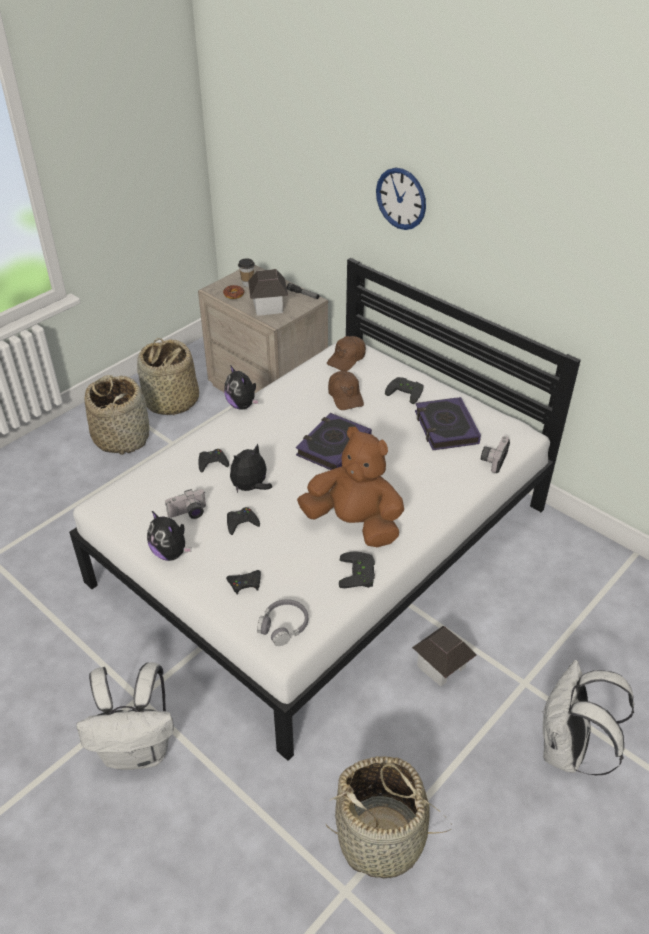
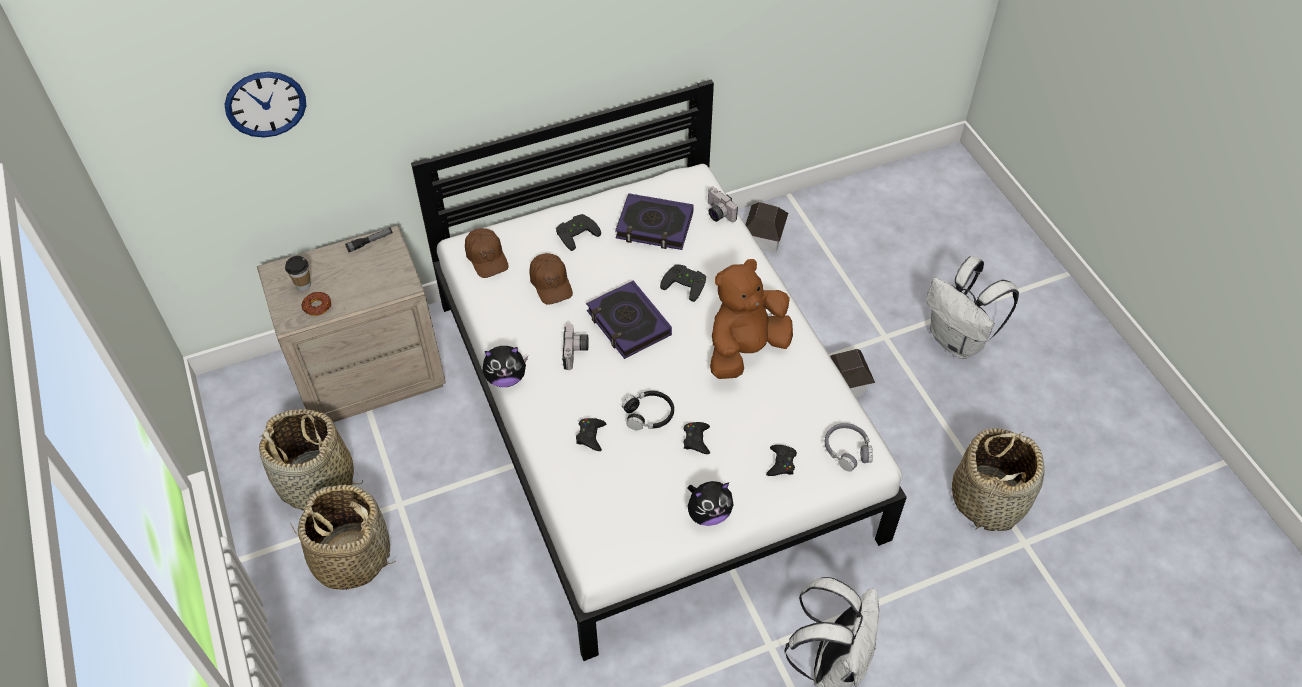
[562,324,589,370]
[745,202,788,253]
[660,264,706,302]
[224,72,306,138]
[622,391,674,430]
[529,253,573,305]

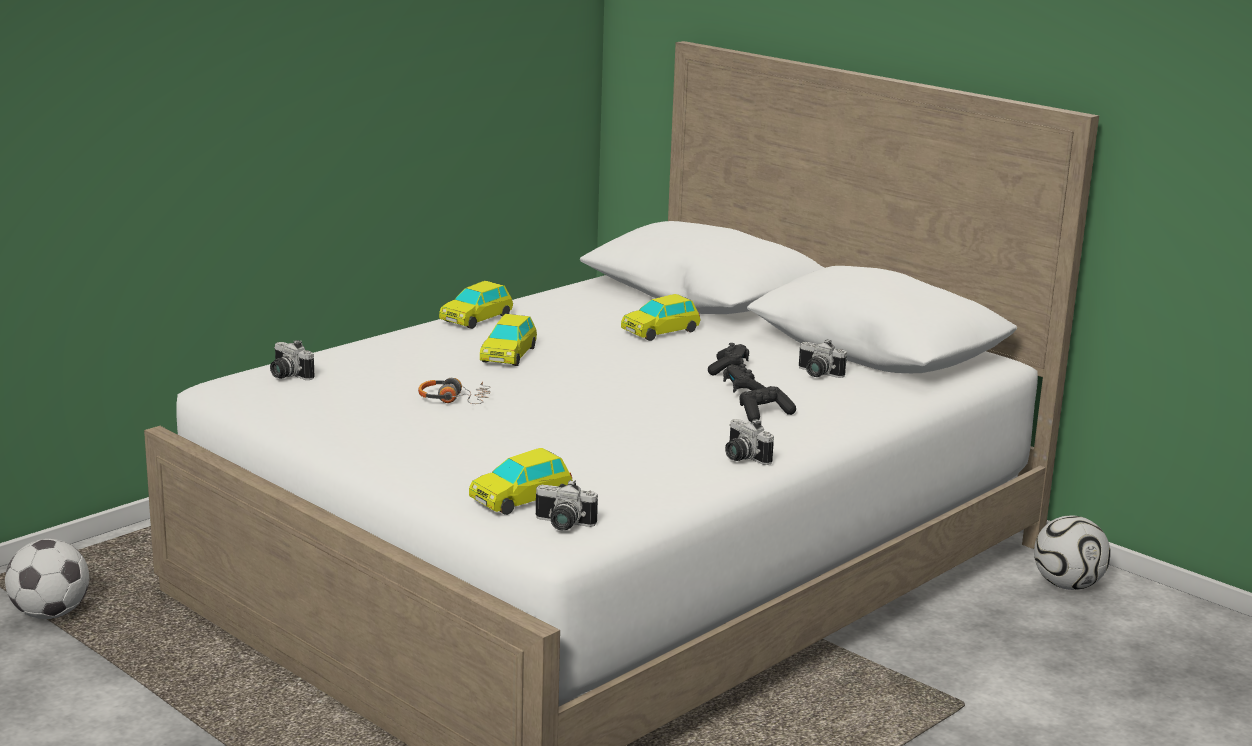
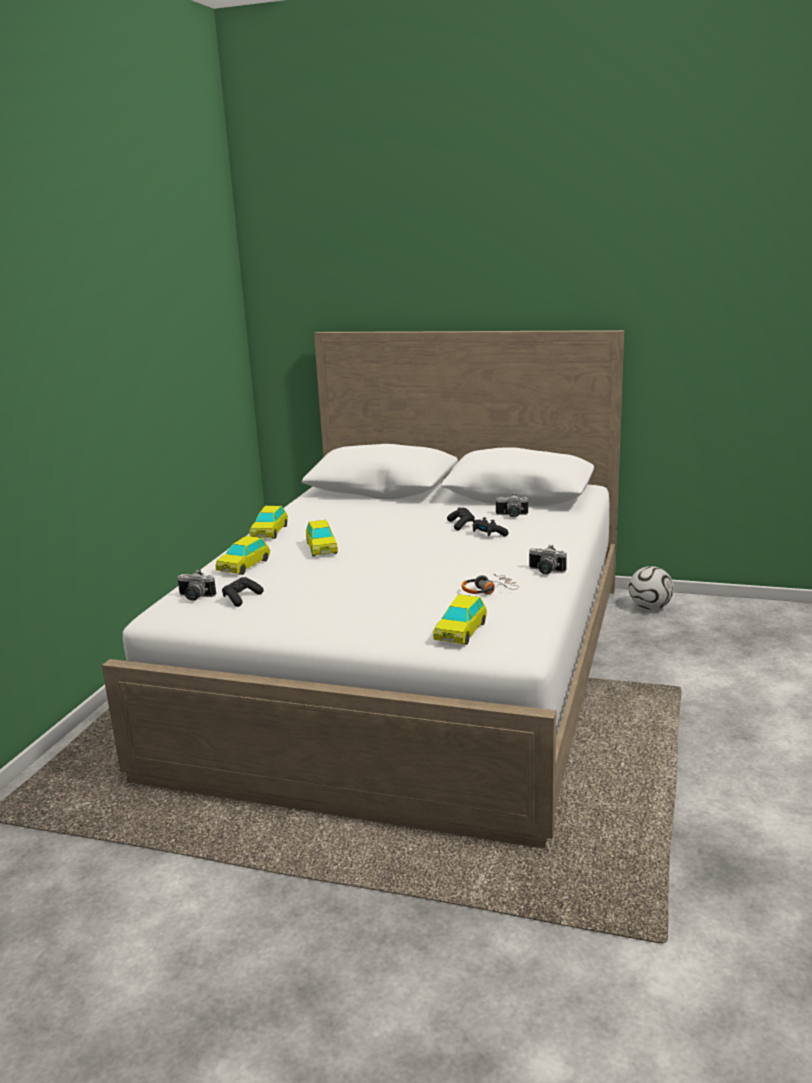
[5,539,89,619] (first image)
[536,480,598,530] (first image)
[462,574,519,594]
[216,536,270,575]
[222,577,264,607]

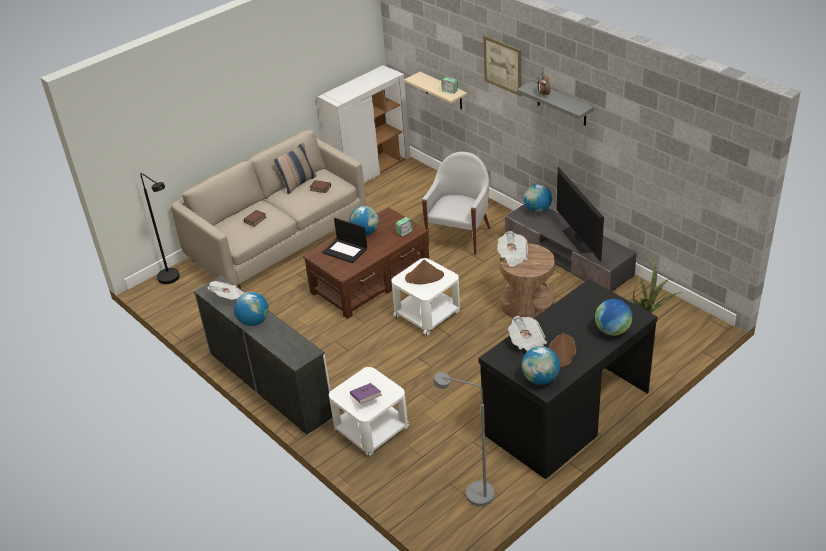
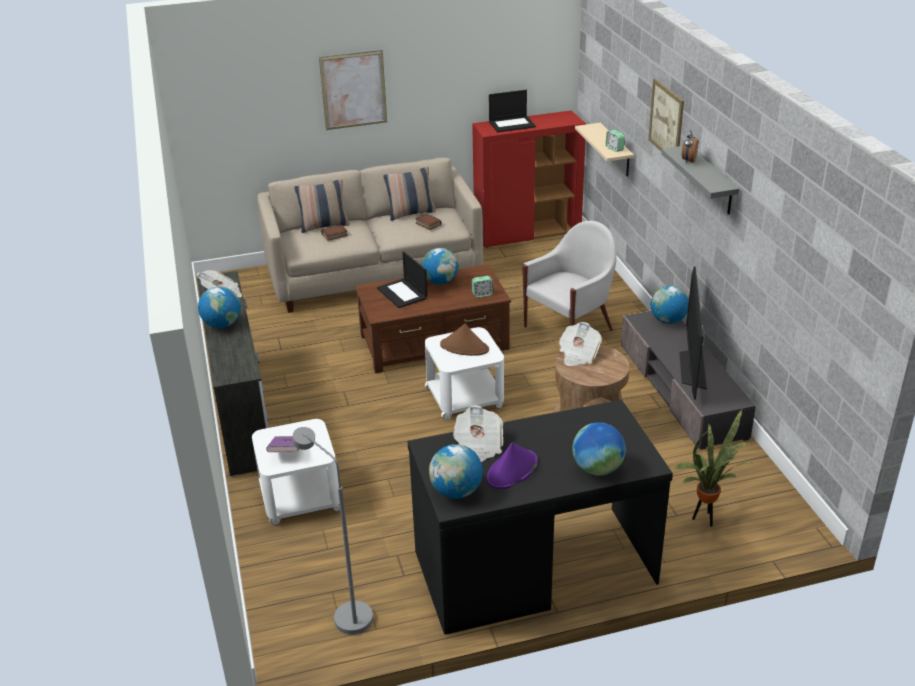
[140,173,180,284] (first image)
[294,179,350,233]
[319,50,387,130]
[489,90,536,132]
[472,111,586,248]
[487,442,538,489]

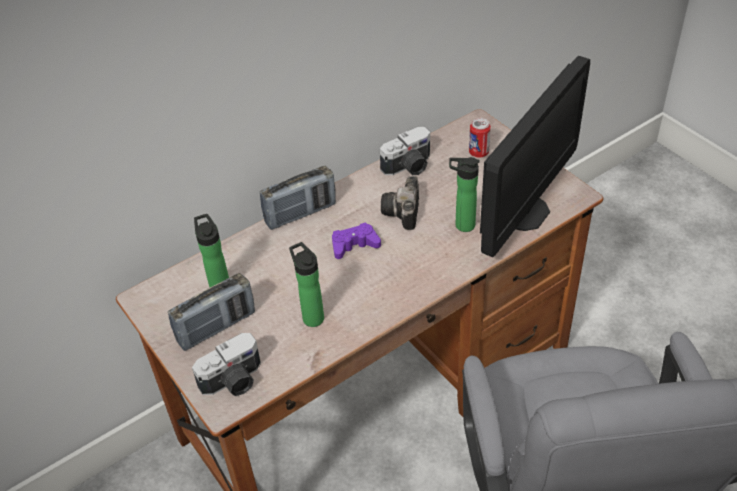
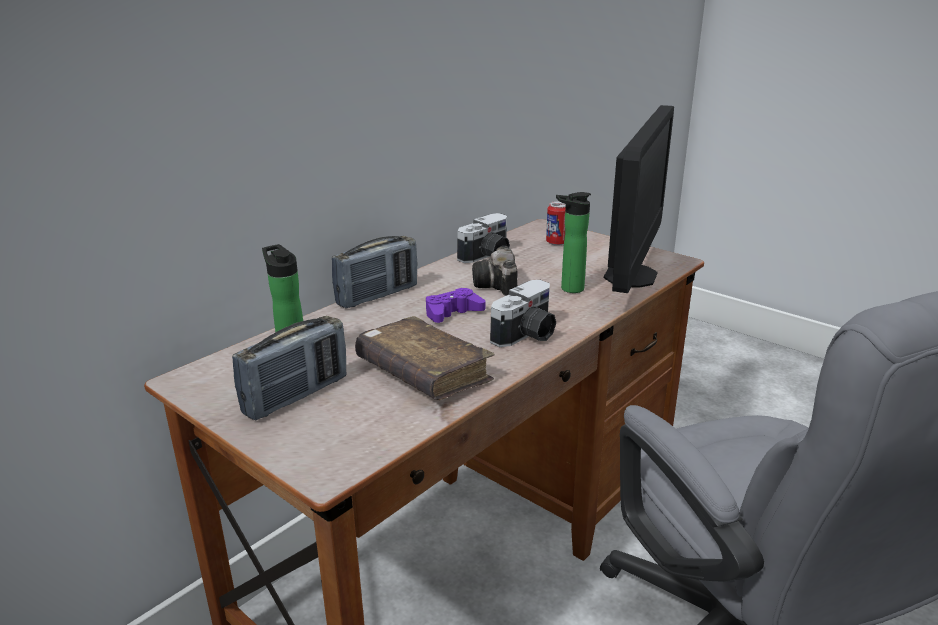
[490,280,556,347]
[355,316,495,400]

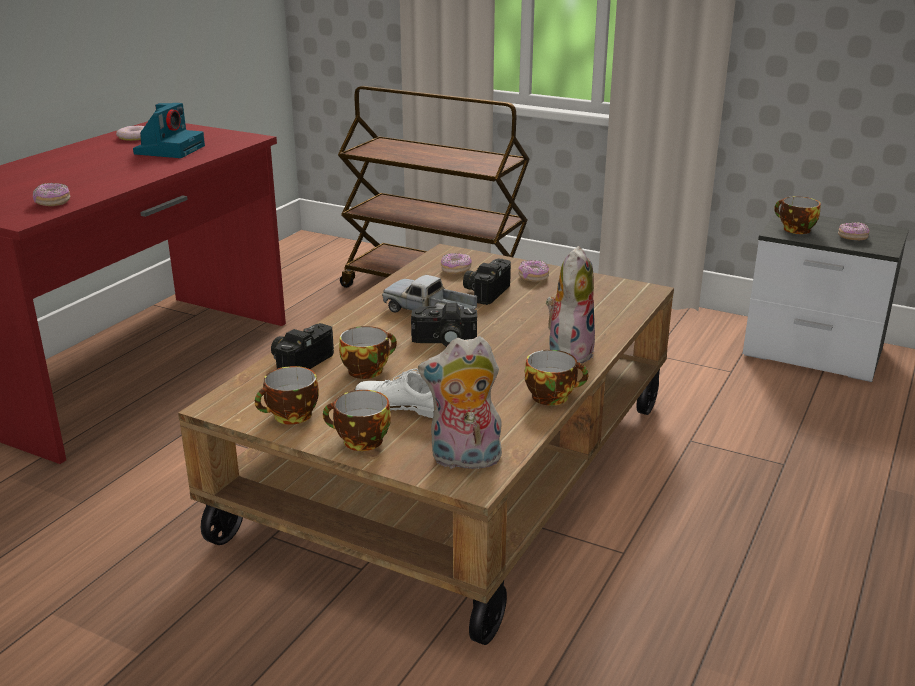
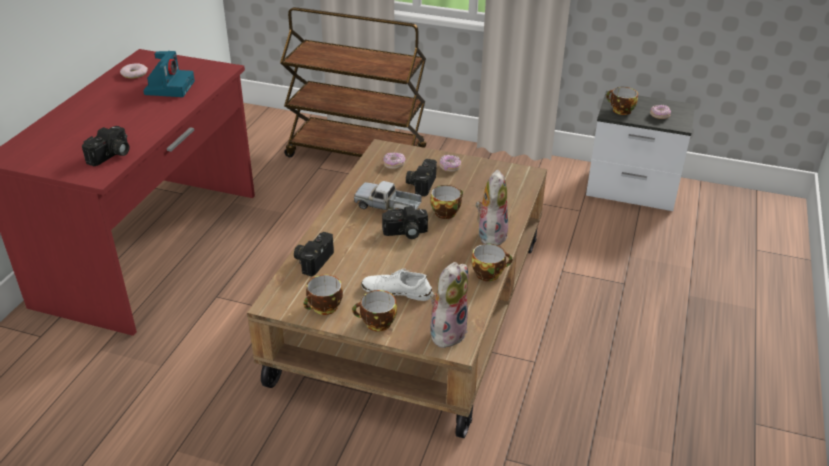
[430,185,463,219]
[82,126,130,166]
[430,262,468,348]

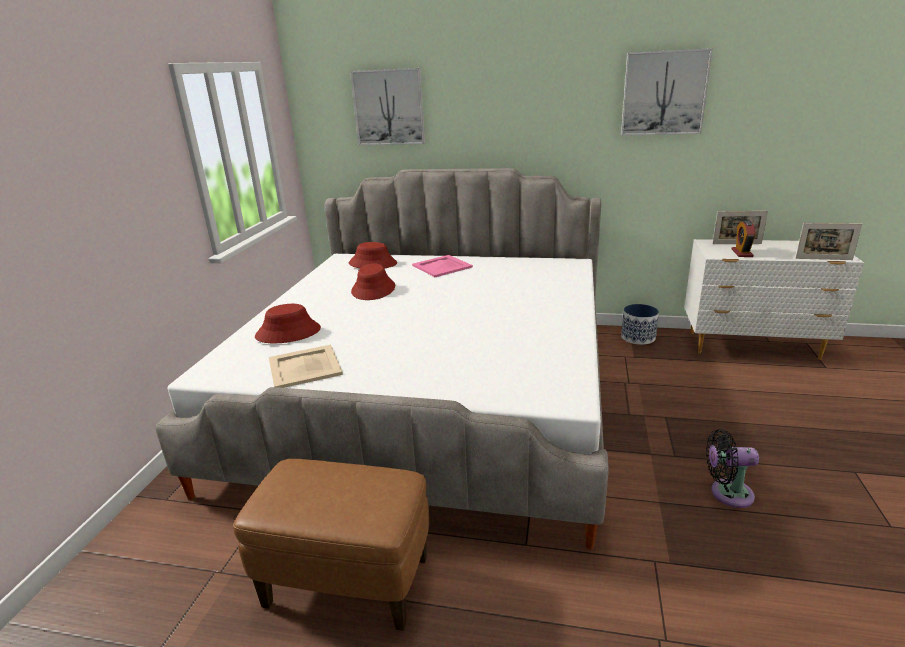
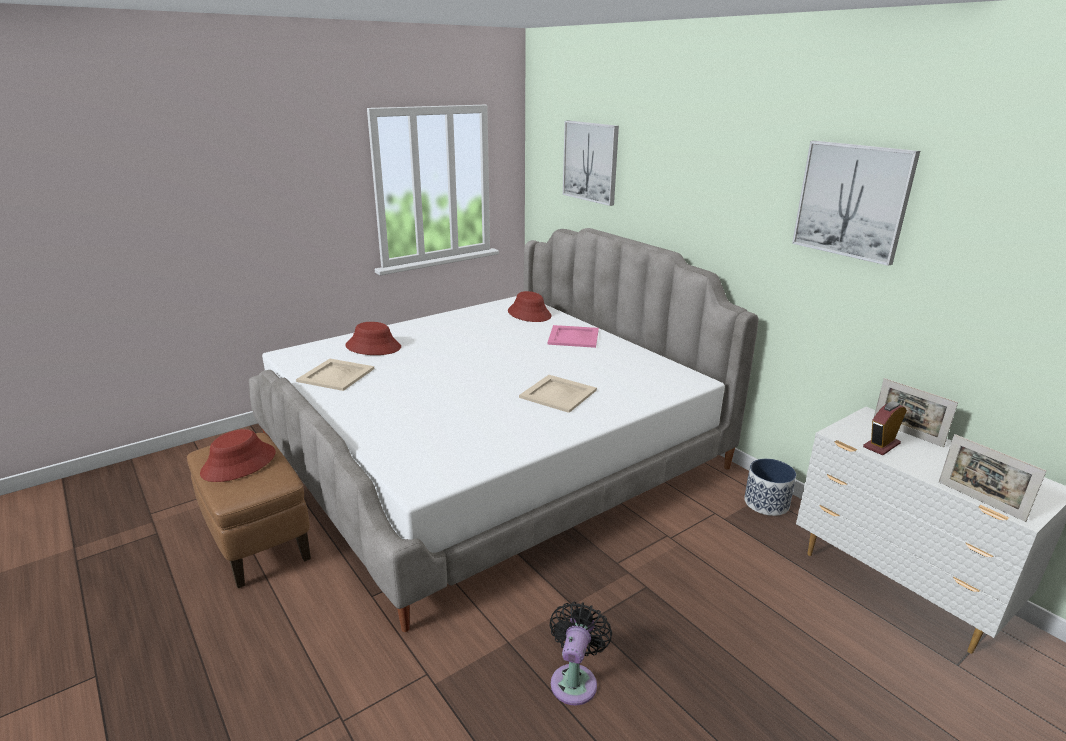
[519,375,597,413]
[200,429,276,482]
[550,602,612,705]

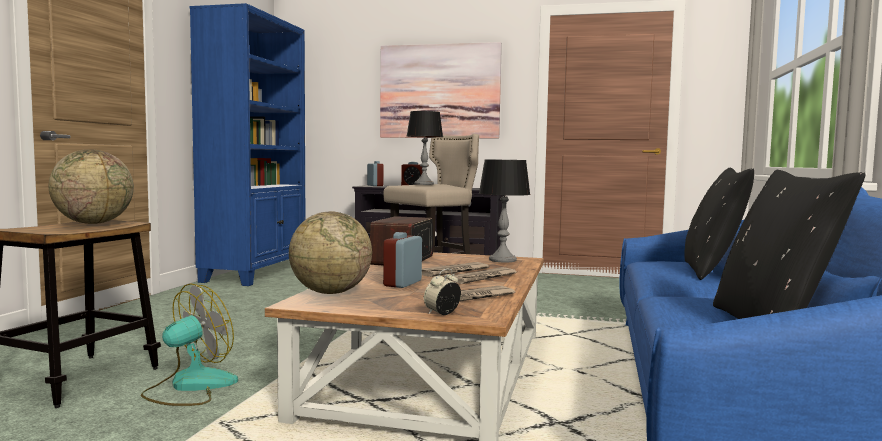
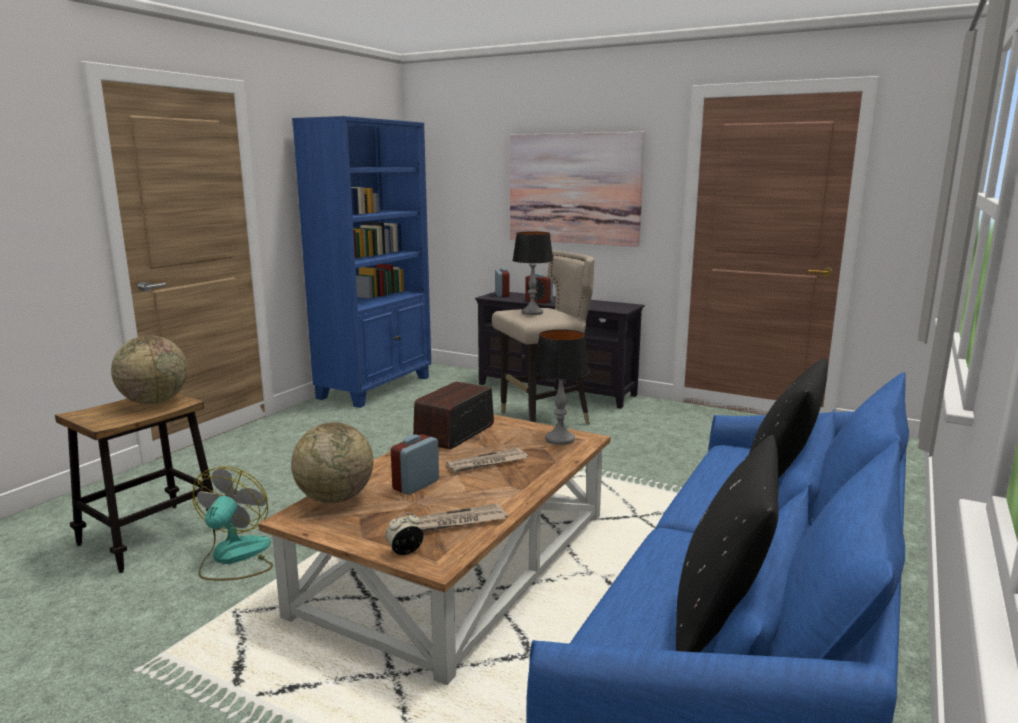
[446,267,517,284] (first image)
[193,466,273,581]

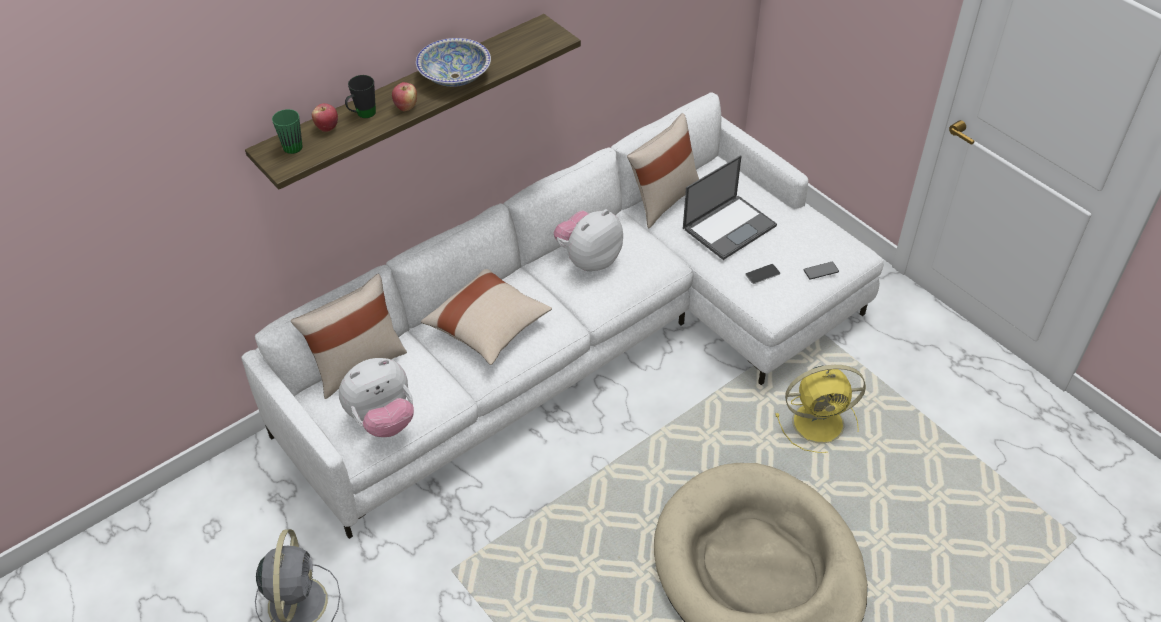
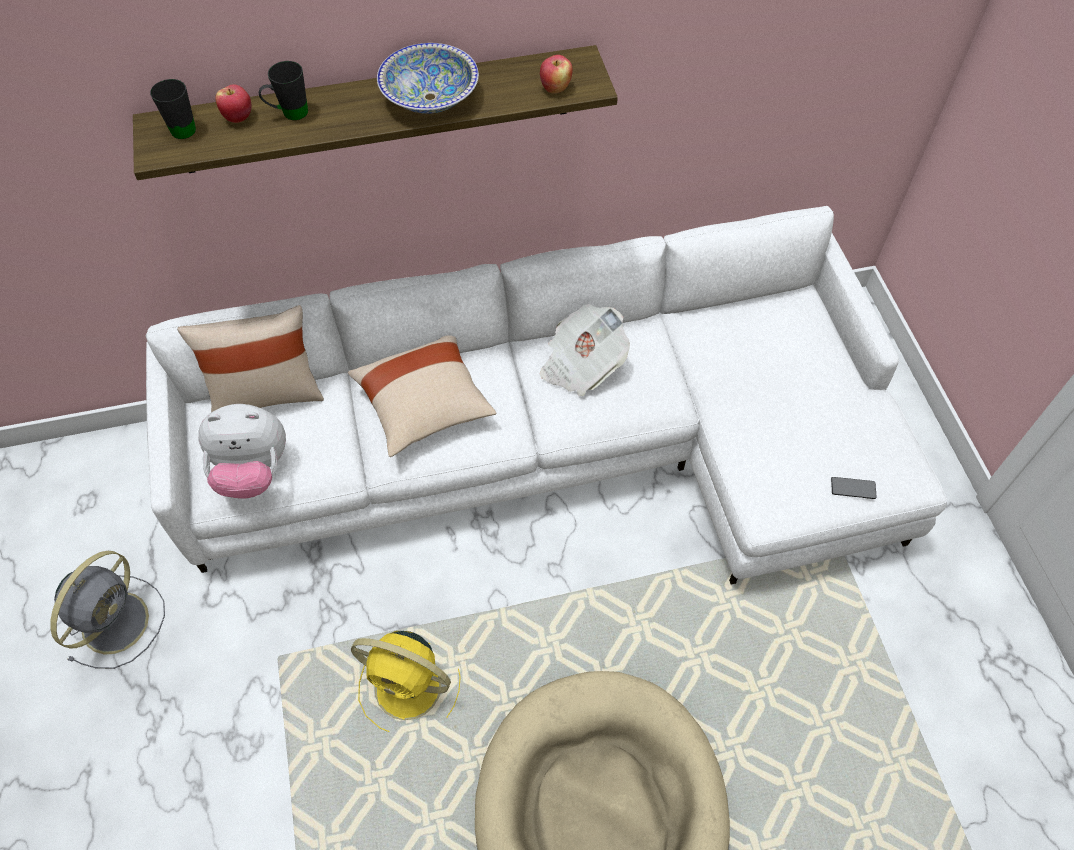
[627,113,699,228] (first image)
[683,155,777,260] (first image)
[745,264,781,284] (first image)
[540,55,572,93]
[351,631,461,732]
[540,304,630,397]
[150,79,196,139]

